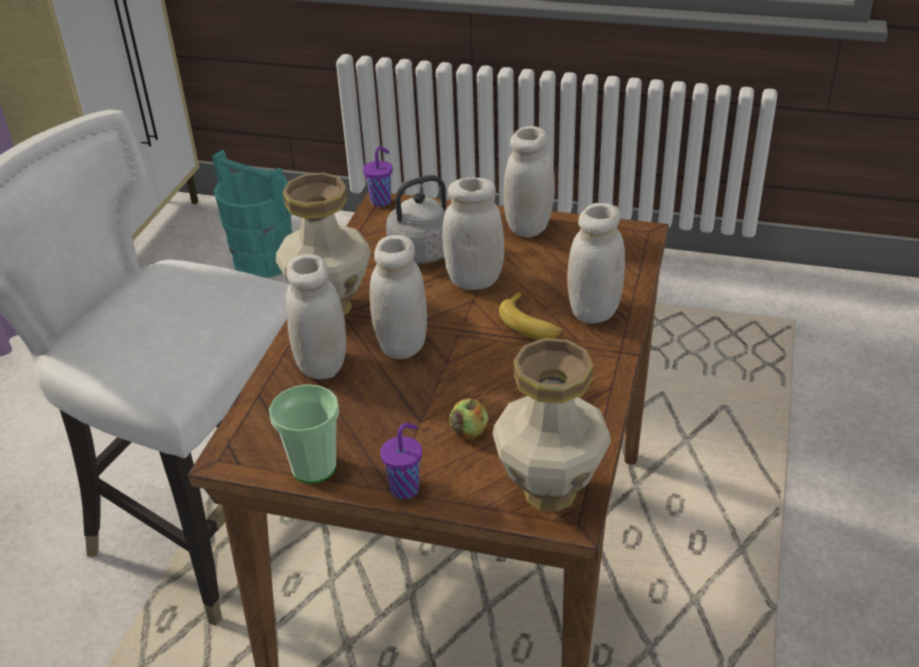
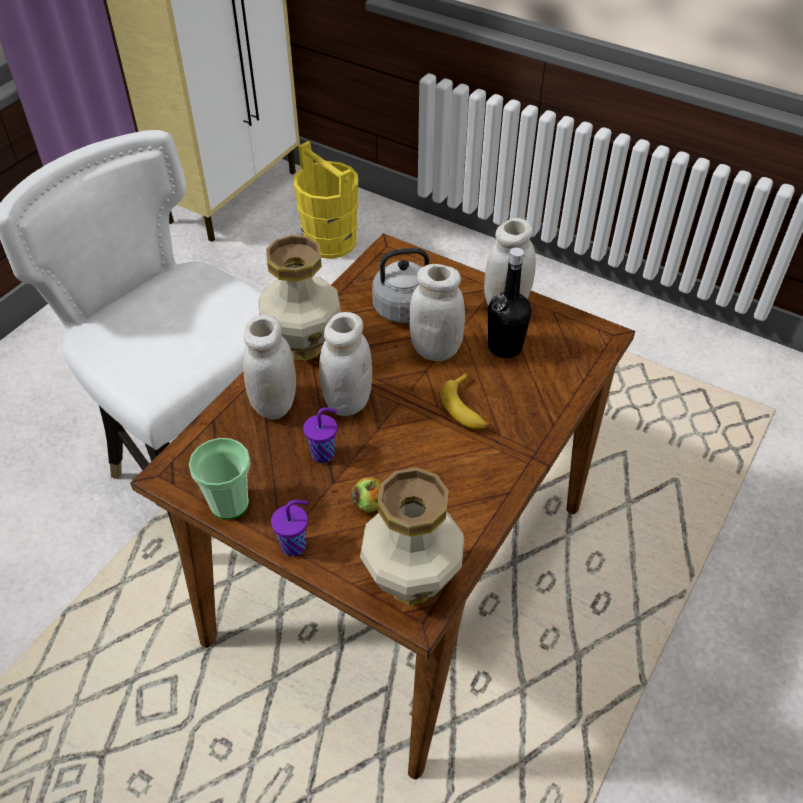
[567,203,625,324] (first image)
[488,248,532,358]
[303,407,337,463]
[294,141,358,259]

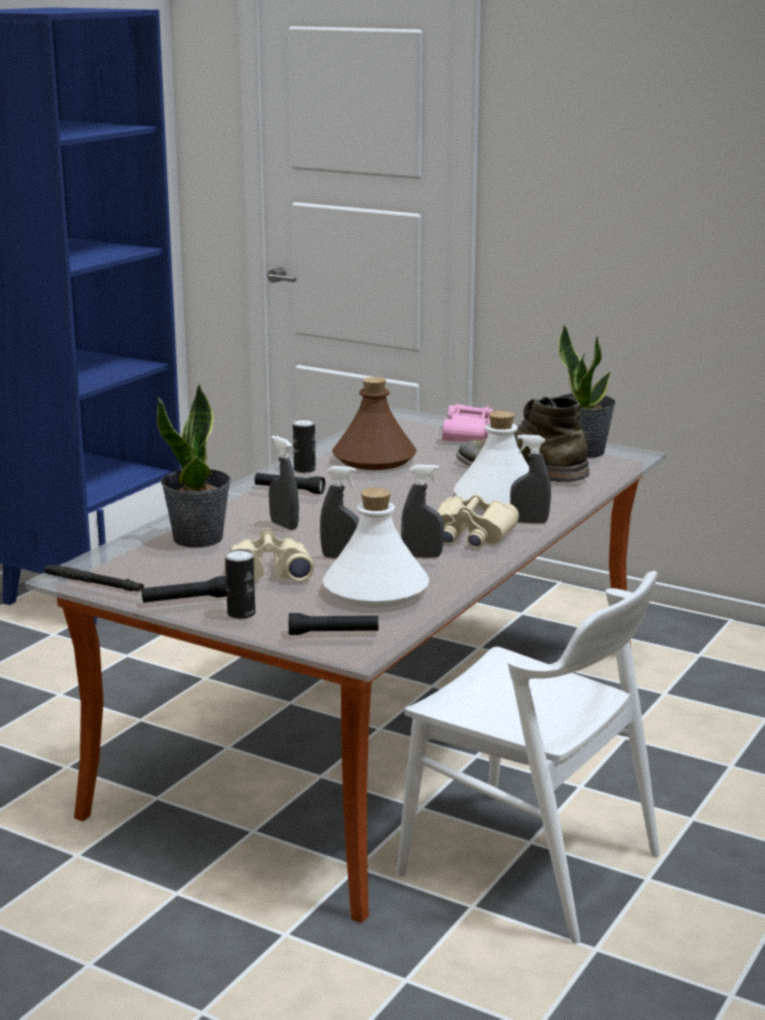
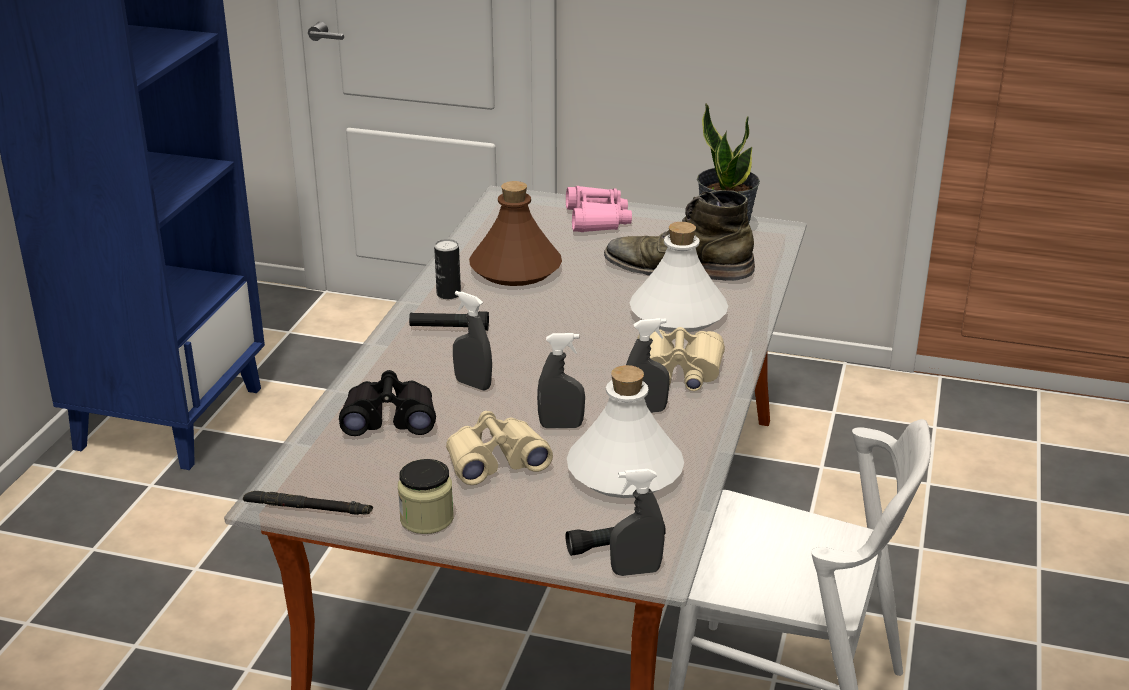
[225,549,255,619] (first image)
[610,469,665,576]
[398,459,454,534]
[339,370,436,436]

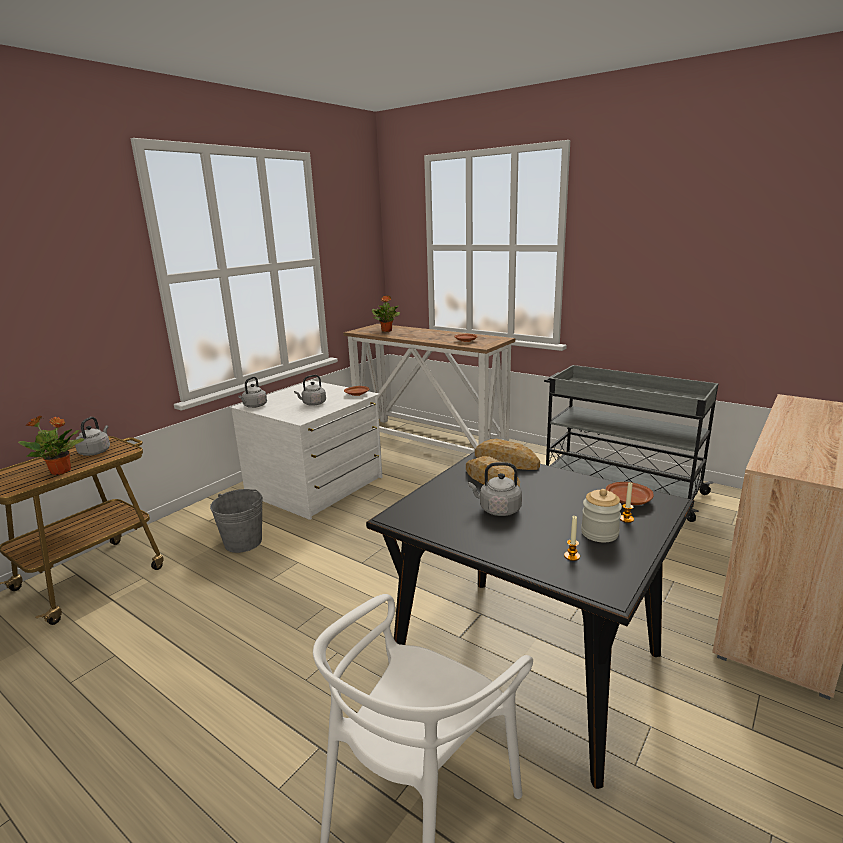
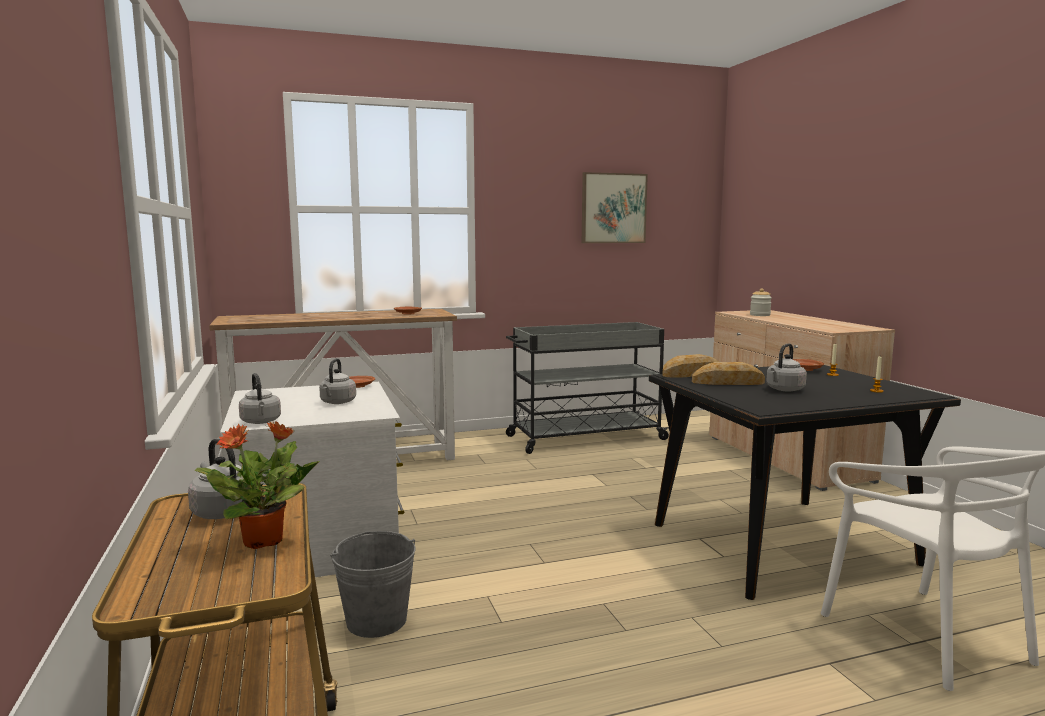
[372,295,400,332] (first image)
[582,172,648,243]
[750,288,772,316]

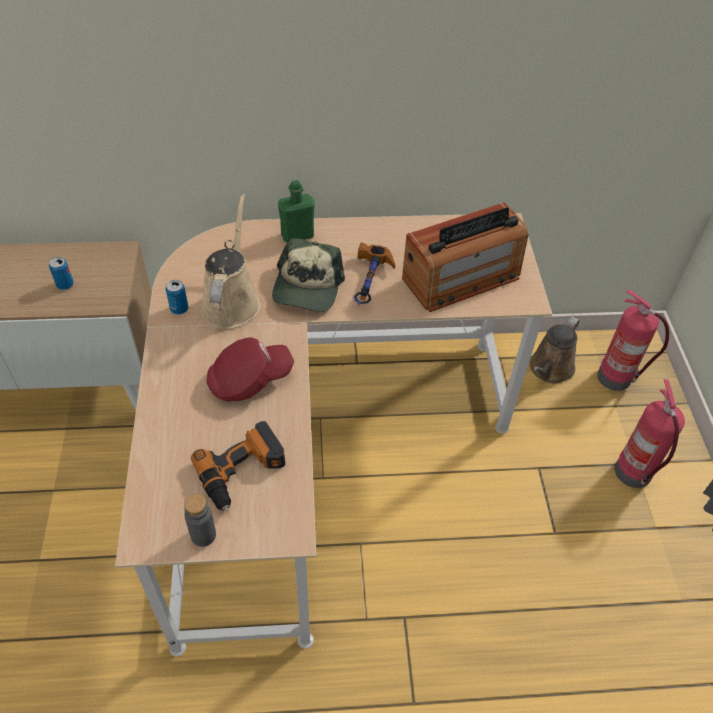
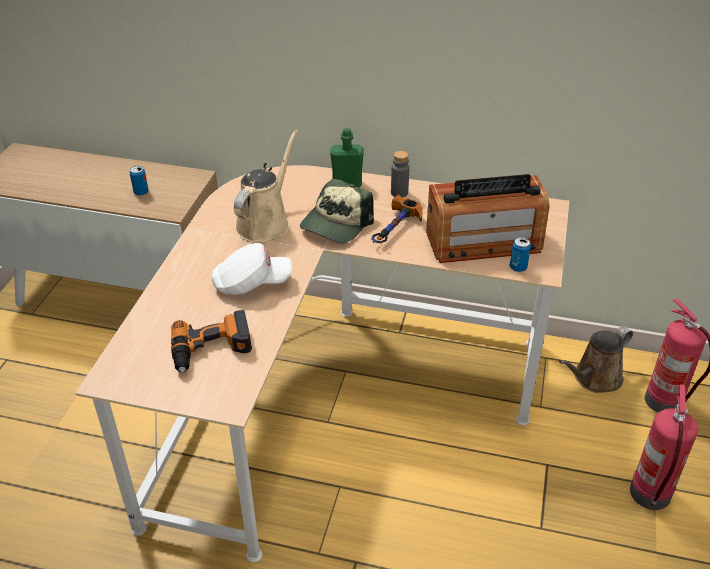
[510,237,531,272]
[391,151,409,198]
[211,243,292,295]

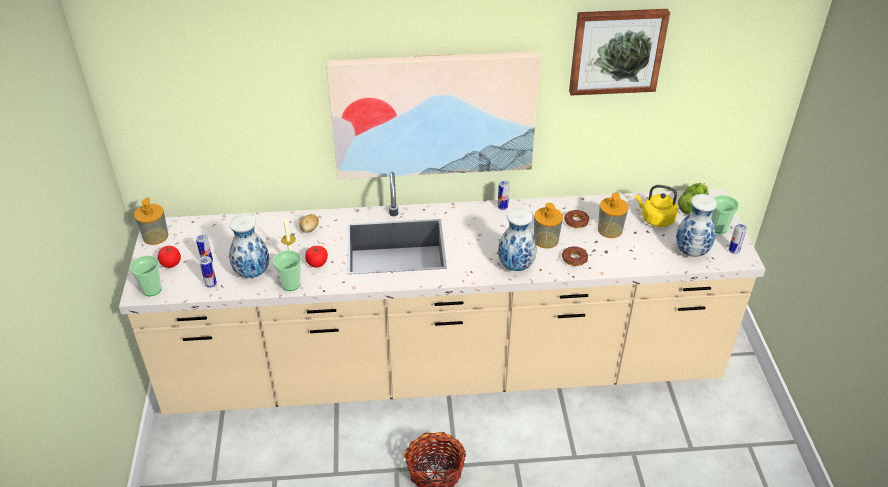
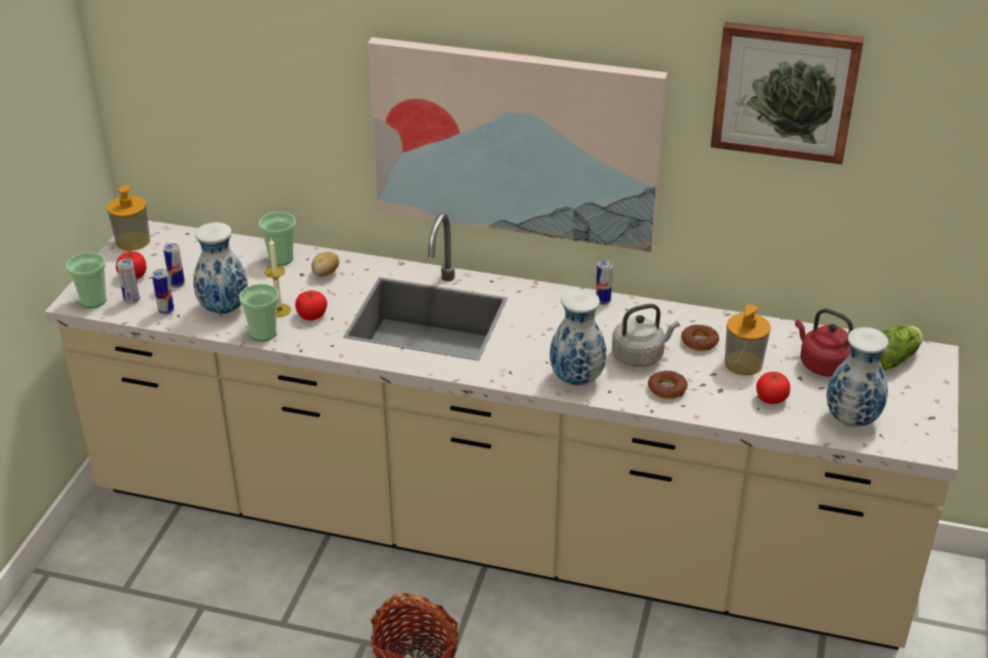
[756,371,790,404]
[259,212,296,266]
[117,259,140,304]
[612,304,679,367]
[795,309,853,377]

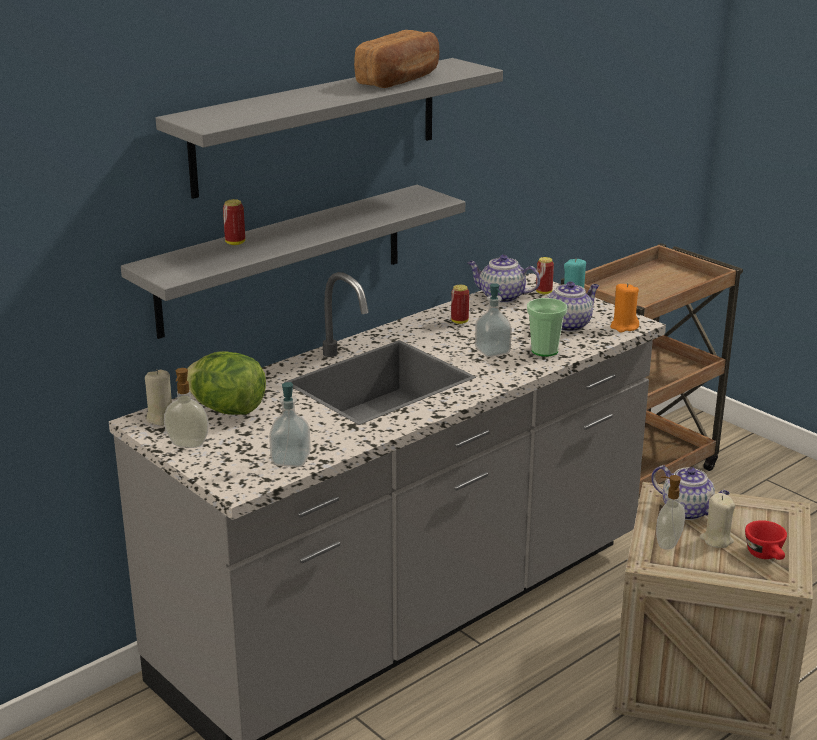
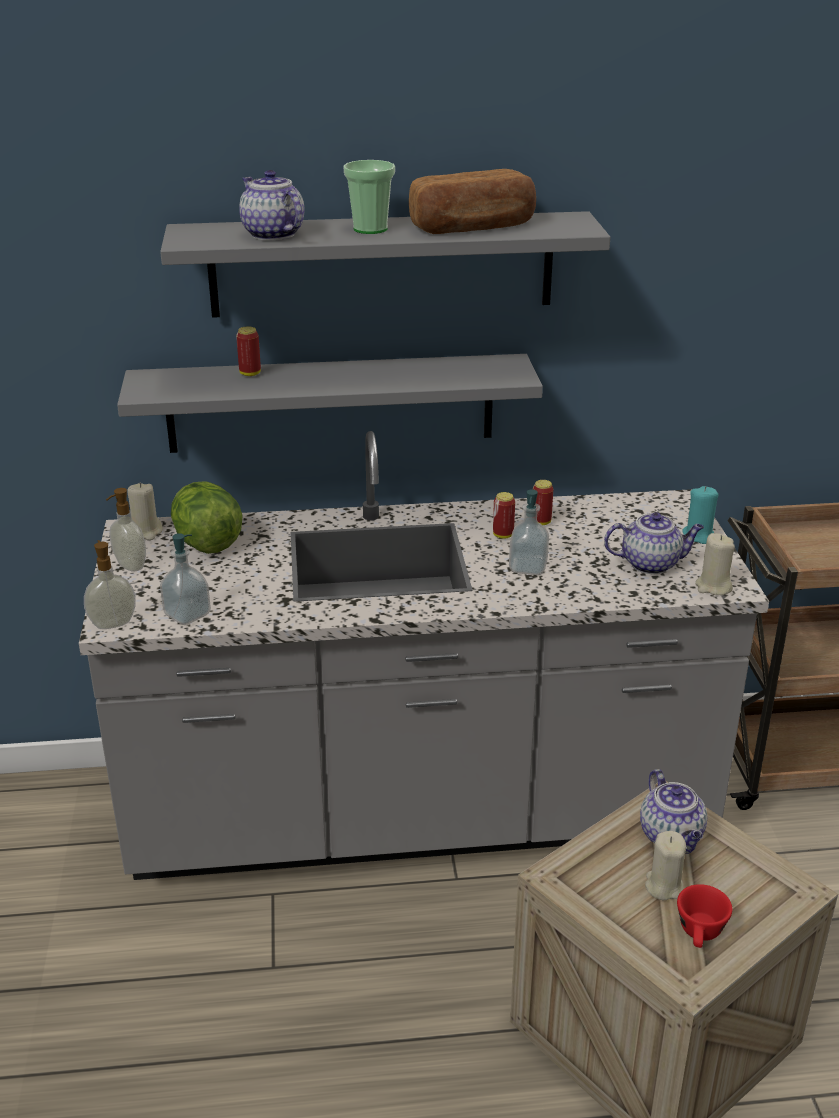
[239,170,305,241]
[343,160,395,234]
[493,492,515,539]
[84,540,136,629]
[695,533,735,595]

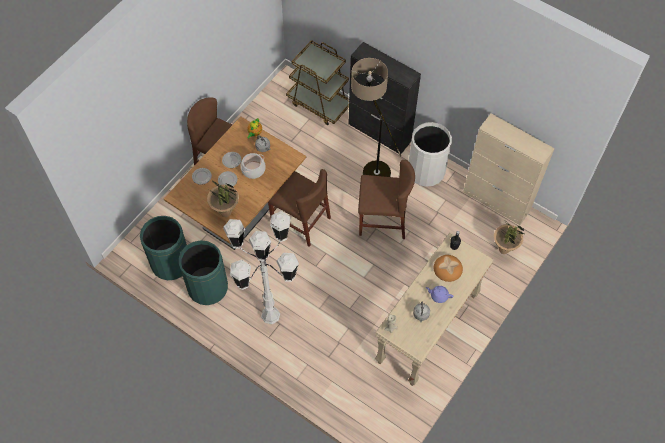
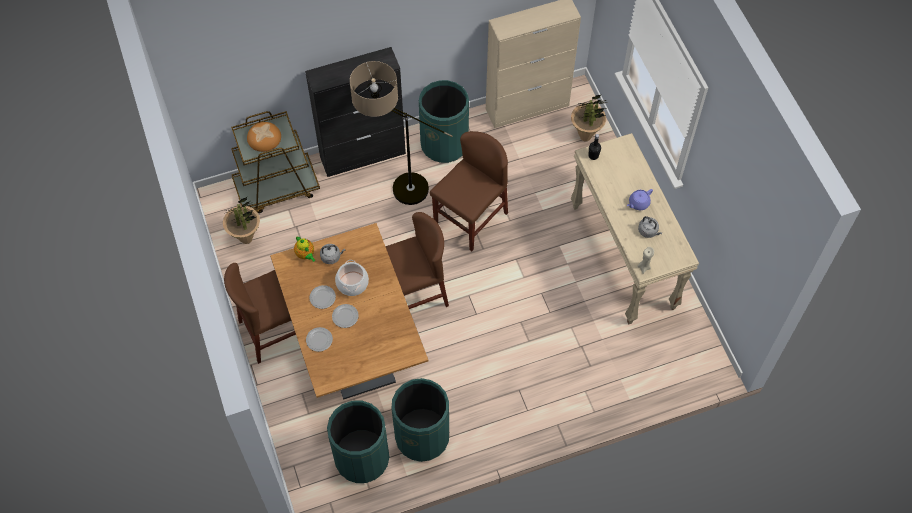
[223,211,299,324] (first image)
[223,196,260,244]
[247,122,281,152]
[419,80,469,163]

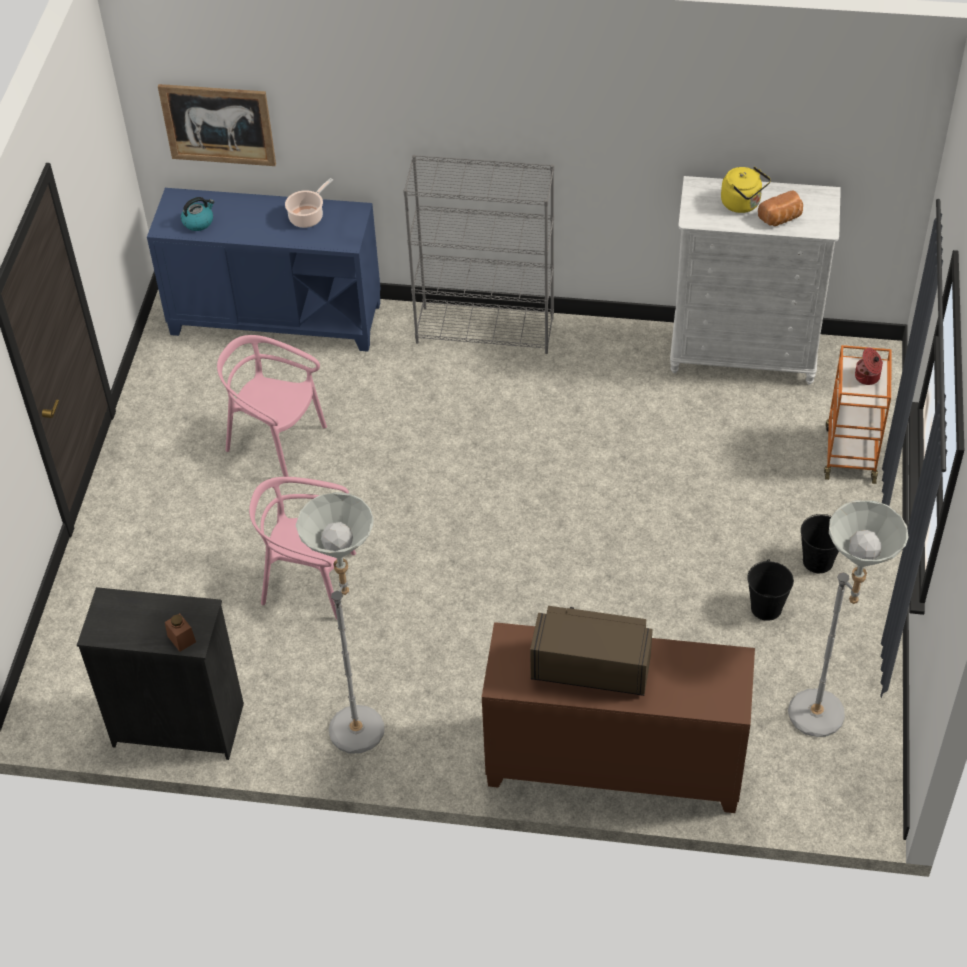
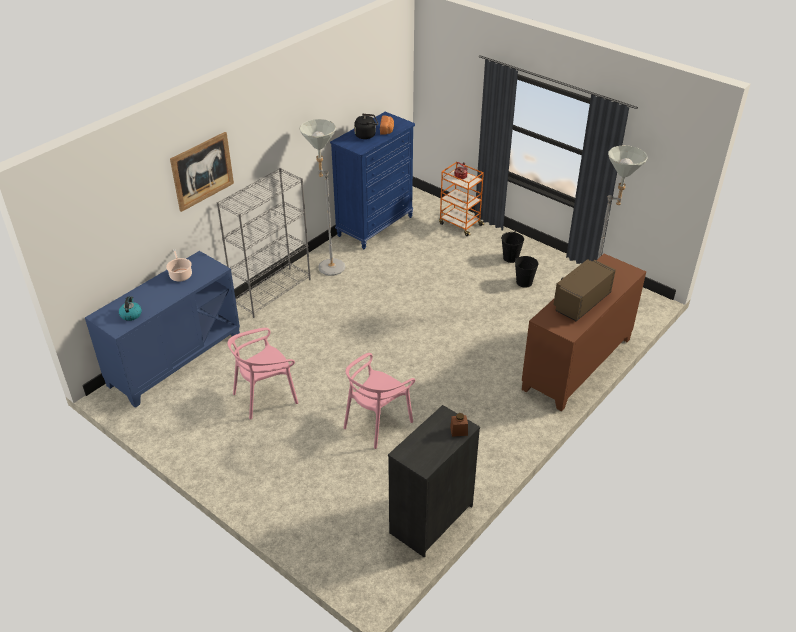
[170,132,234,212]
[299,119,346,276]
[330,112,415,249]
[354,114,378,139]

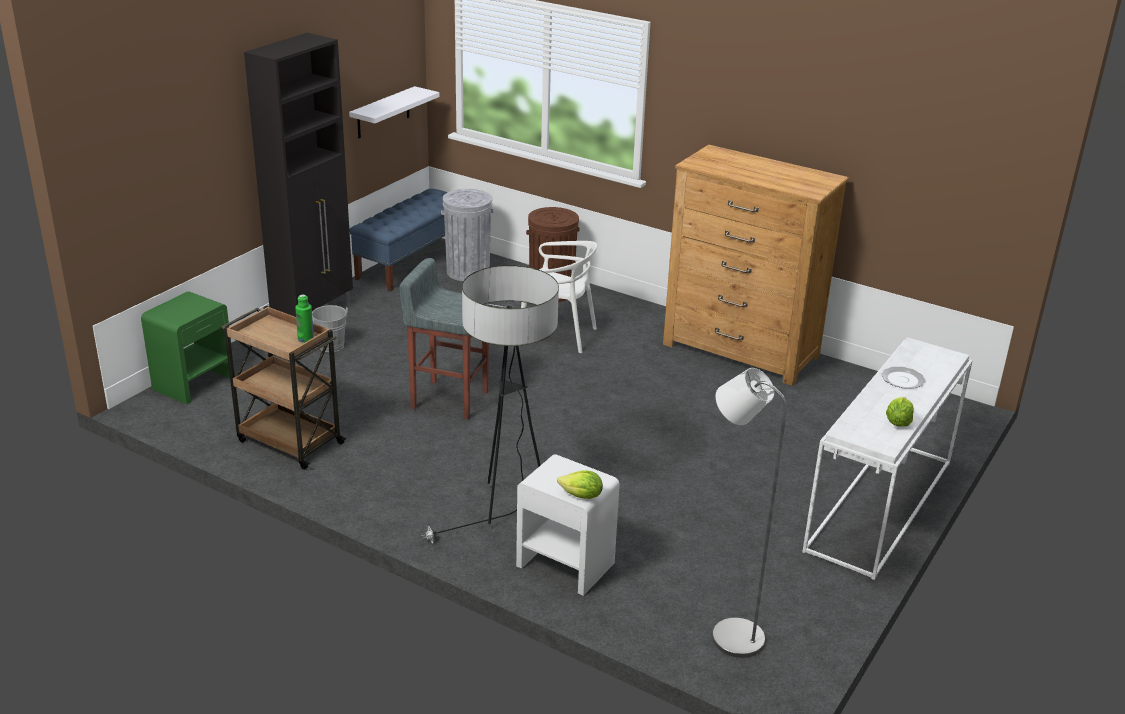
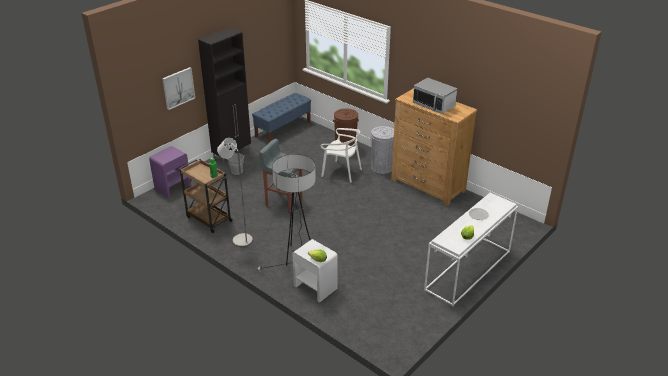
[349,86,439,138] (first image)
[162,67,195,110]
[413,78,457,114]
[370,126,394,174]
[217,138,253,247]
[149,146,191,198]

